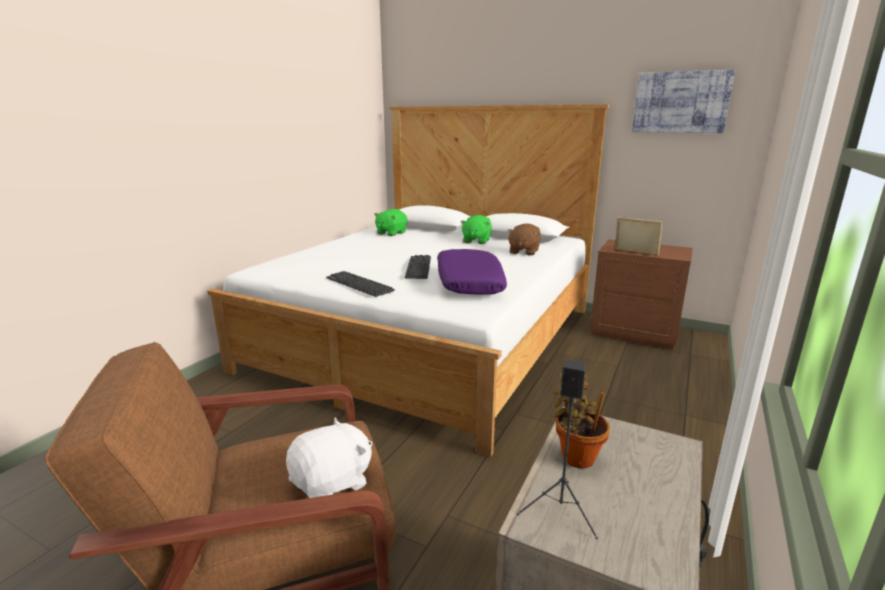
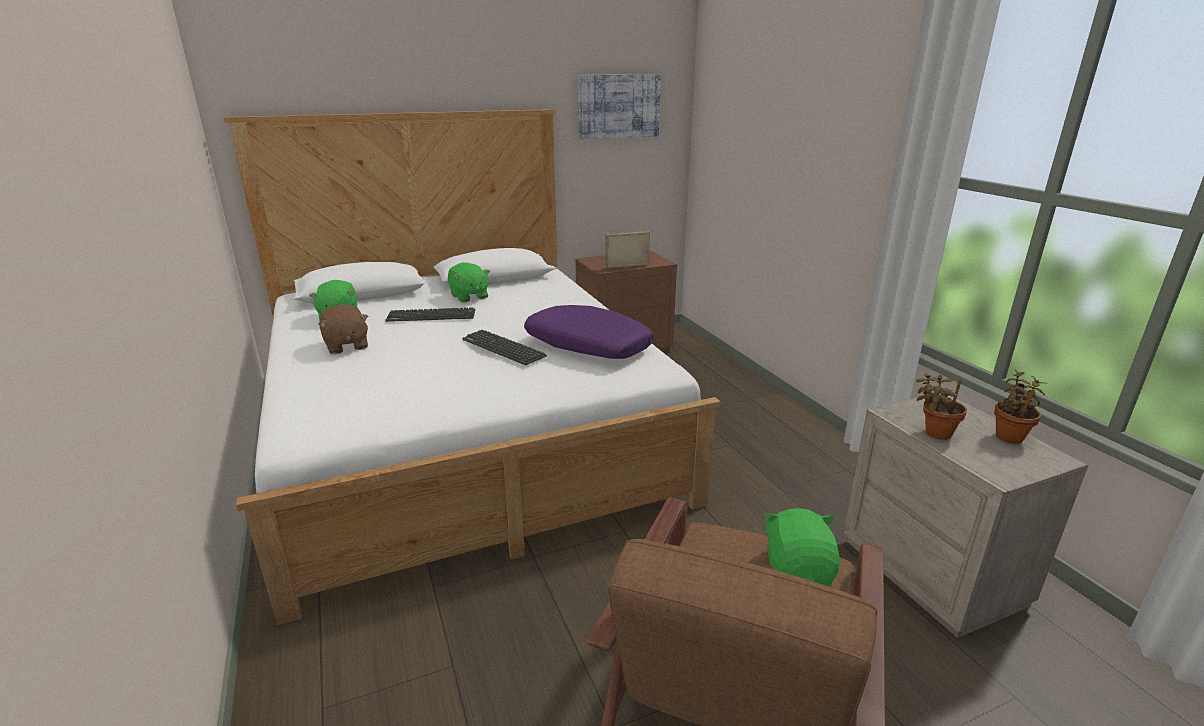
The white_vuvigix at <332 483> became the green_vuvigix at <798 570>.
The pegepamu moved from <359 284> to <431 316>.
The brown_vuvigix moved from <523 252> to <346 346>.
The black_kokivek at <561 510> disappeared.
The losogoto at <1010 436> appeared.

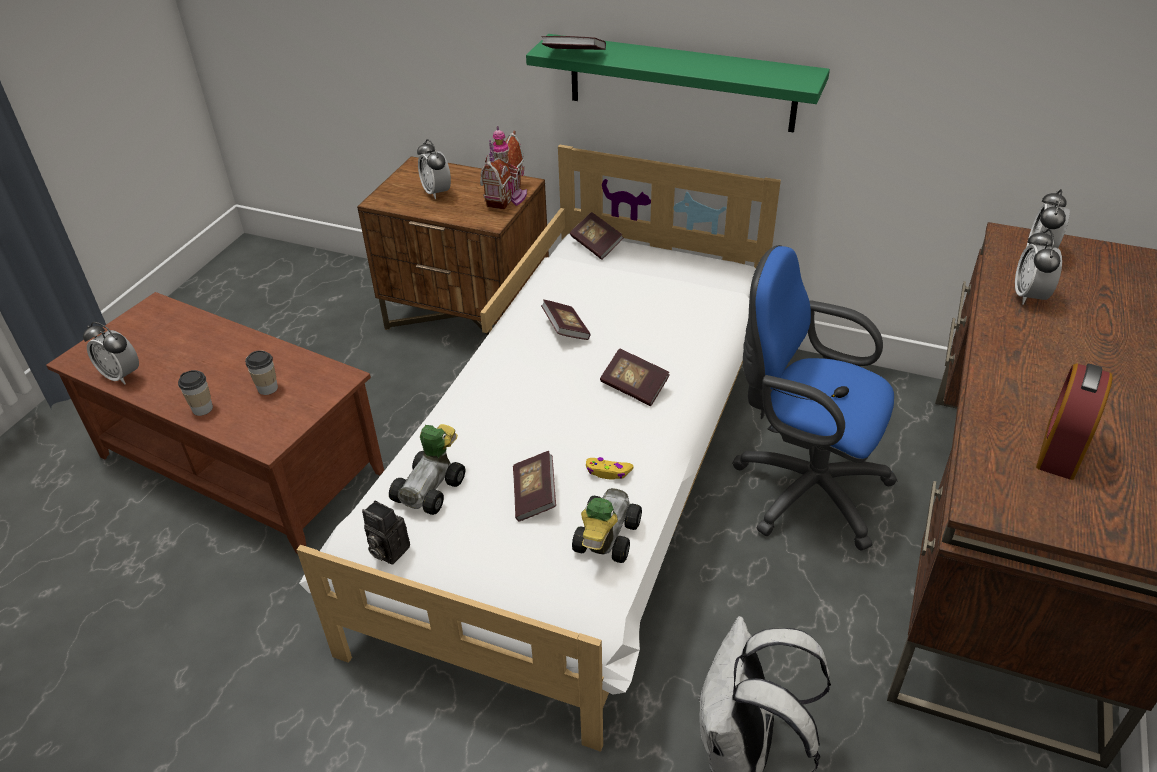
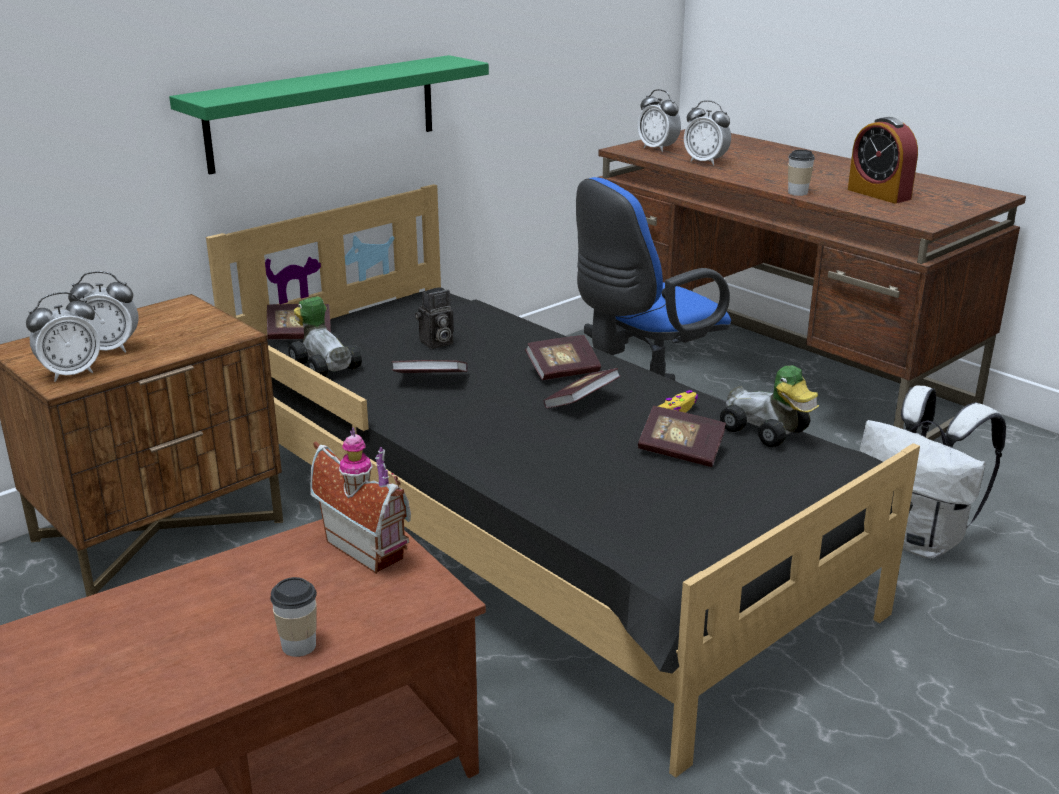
The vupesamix moved from <121 375> to <71 373>.
The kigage moved from <267 388> to <797 193>.
The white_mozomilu at <581 480> became the black_mozomilu at <532 530>.
The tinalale moved from <387 550> to <436 343>.
The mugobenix moved from <433 488> to <325 364>.
The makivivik moved from <508 197> to <369 546>.
The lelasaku moved from <574 56> to <581 402>.

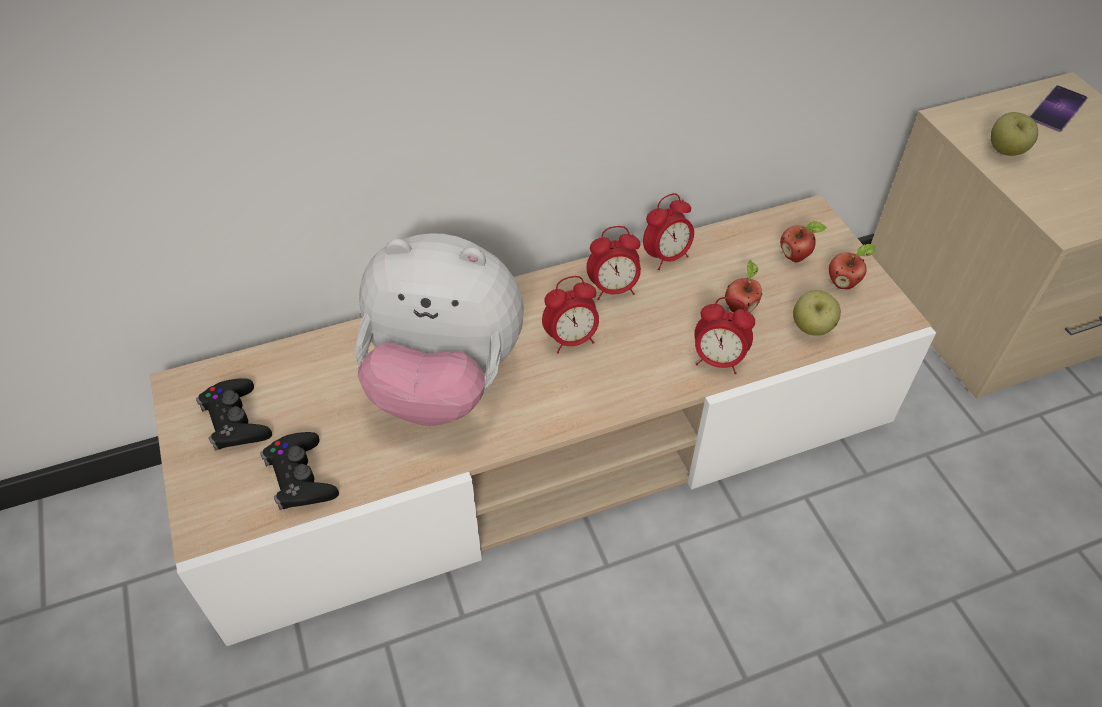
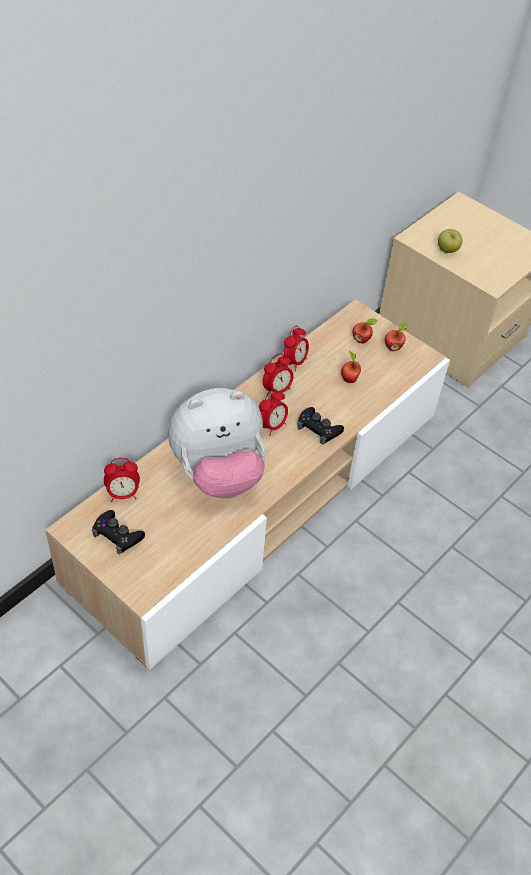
The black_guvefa moved from <301 477> to <318 429>.
The vupesamix moved from <718 360> to <123 494>.
The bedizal at <811 328> disappeared.
The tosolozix at <1058 109> disappeared.

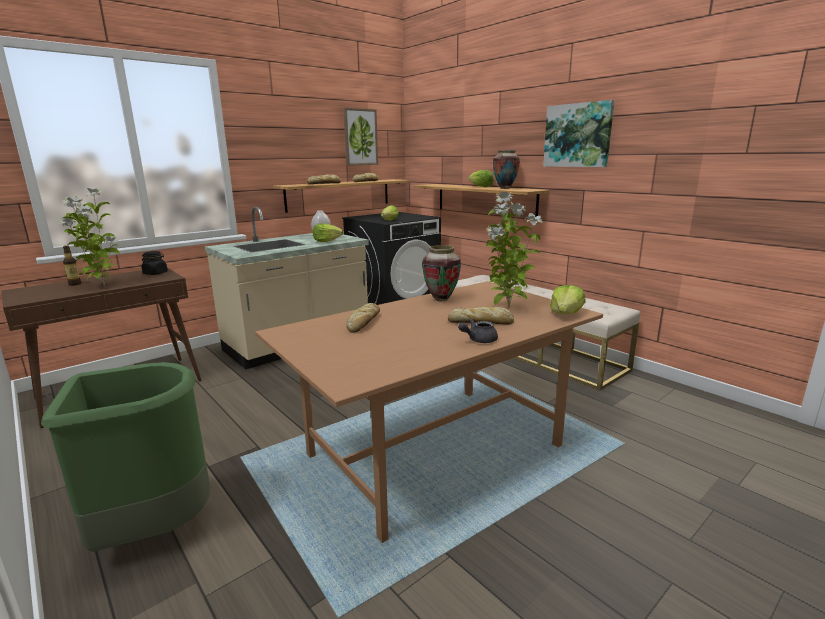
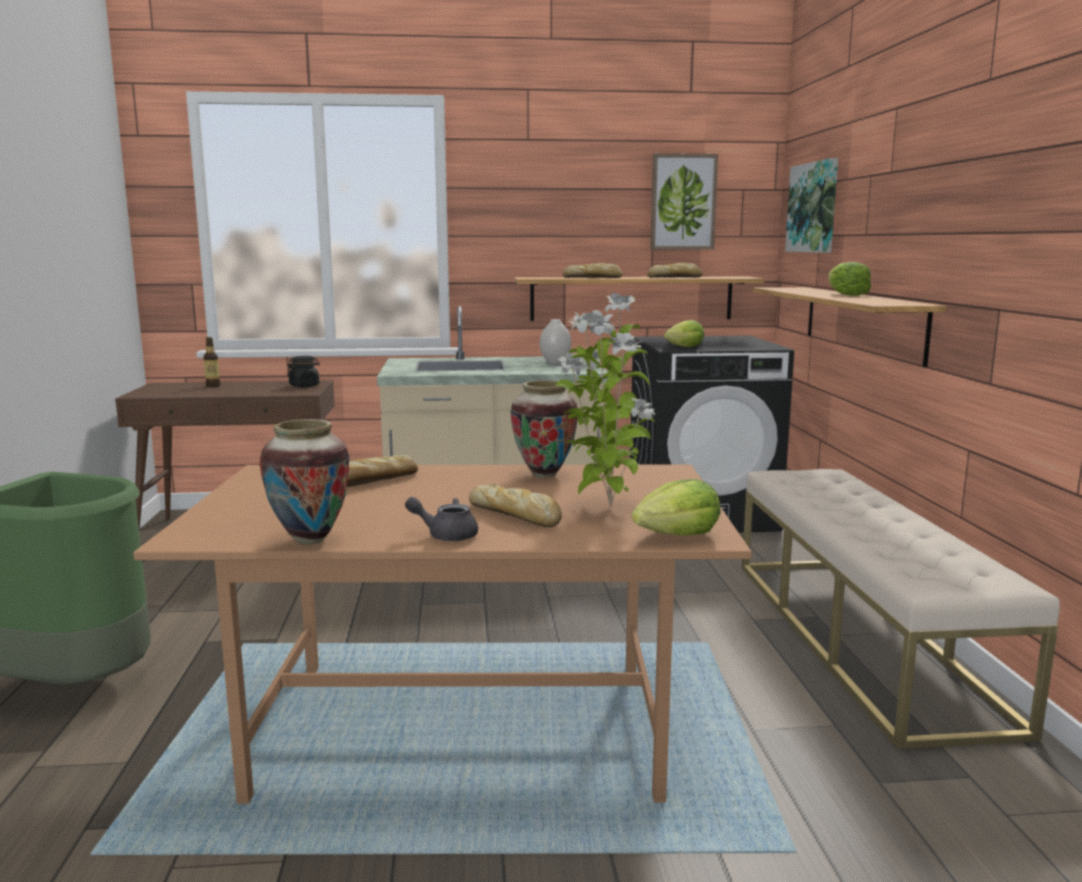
The losogoto at <102 285> disappeared.
The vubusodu at <326 241> disappeared.
The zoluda moved from <504 188> to <309 540>.
The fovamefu moved from <578 135> to <814 207>.

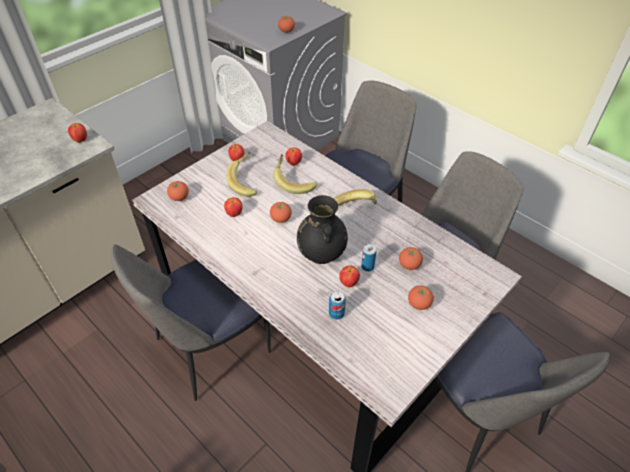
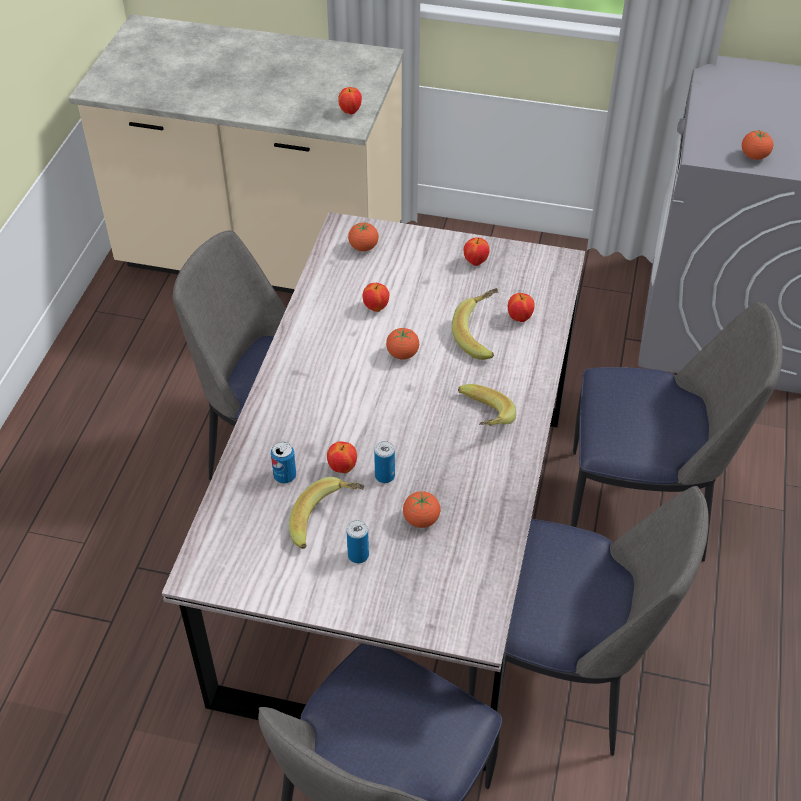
The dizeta moved from <247 182> to <327 522>.
The black_zoluda at <322 254> disappeared.
The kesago at <419 304> was replaced by the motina at <358 555>.

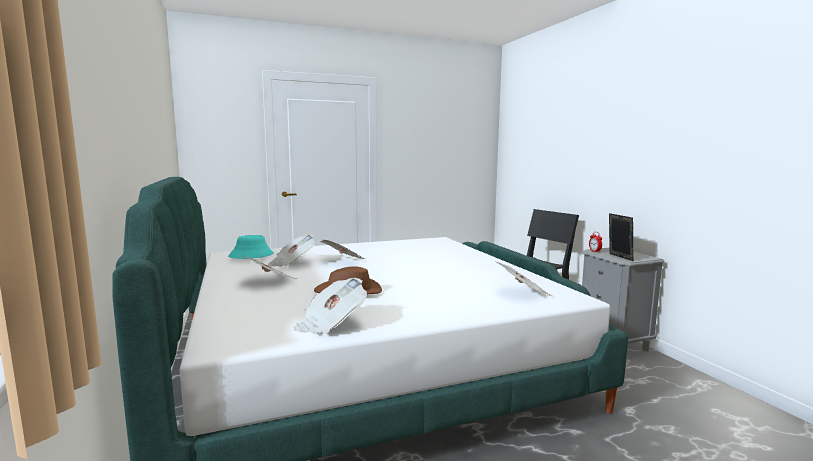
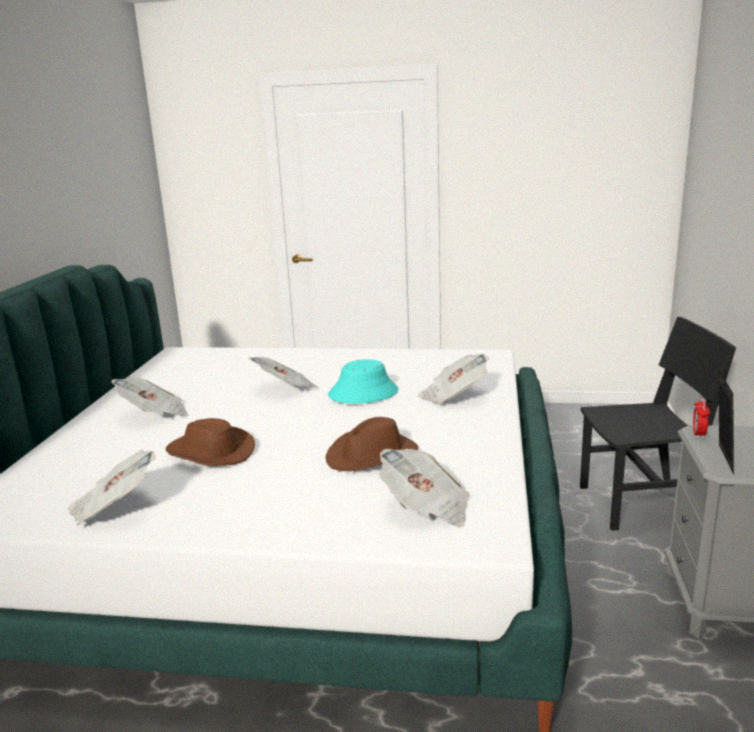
The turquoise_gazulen moved from <251 255> to <363 393>.
The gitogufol moved from <292 263> to <453 396>.
The brown_gazulen at <372 455> appeared.

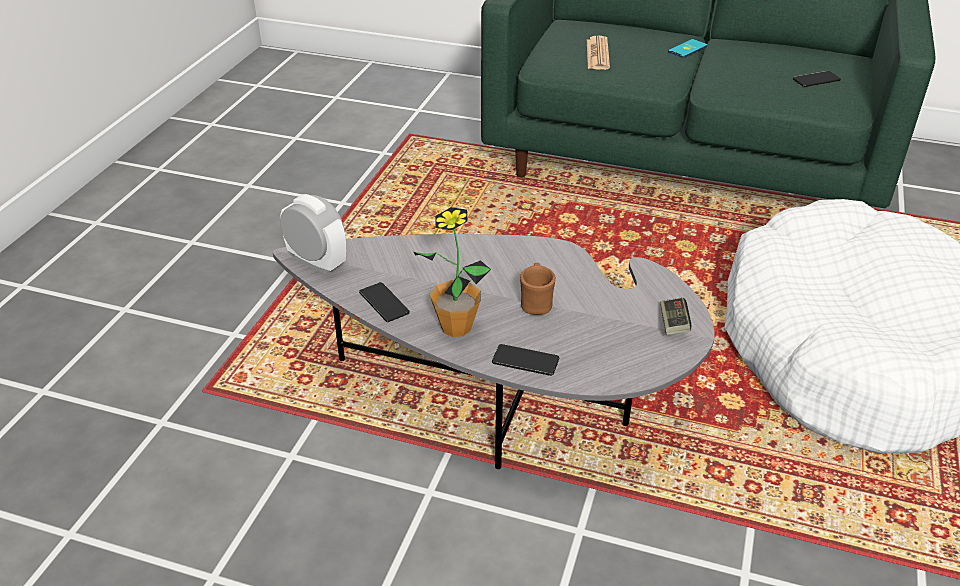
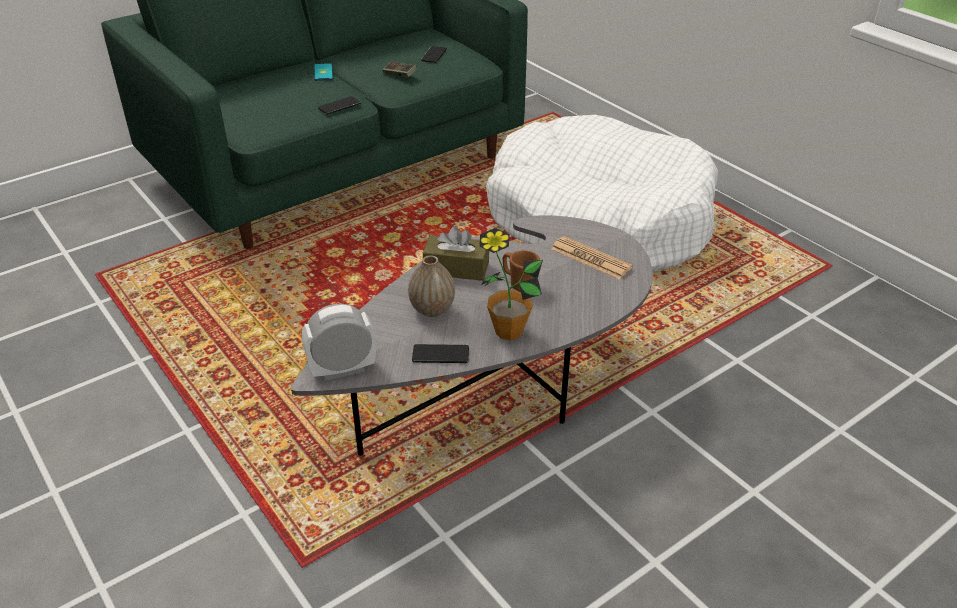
The tosolozix moved from <525 361> to <339 106>.
The gitogufol moved from <597 54> to <590 258>.
The guvefa moved from <673 324> to <399 75>.
The zoluda at <432 310> appeared.
The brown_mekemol at <456 268> appeared.

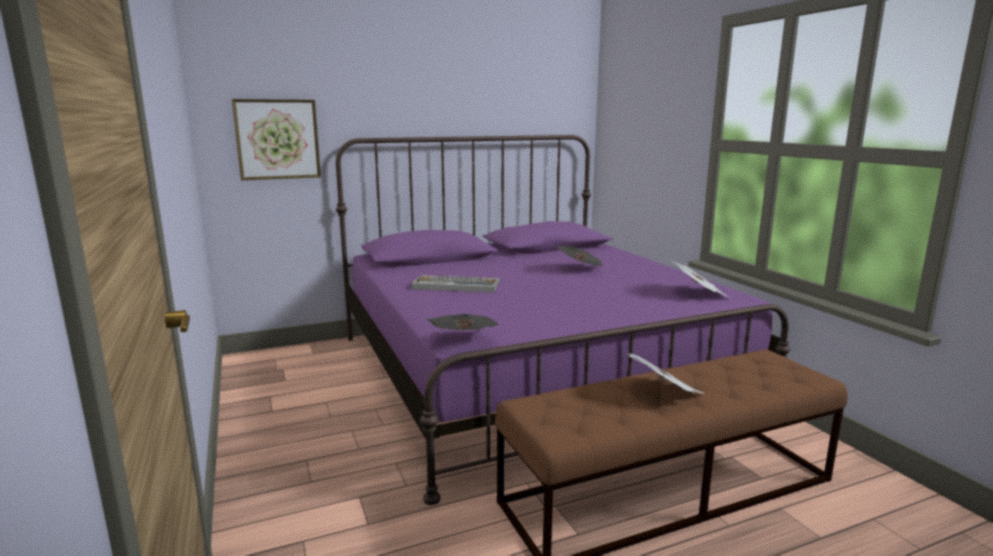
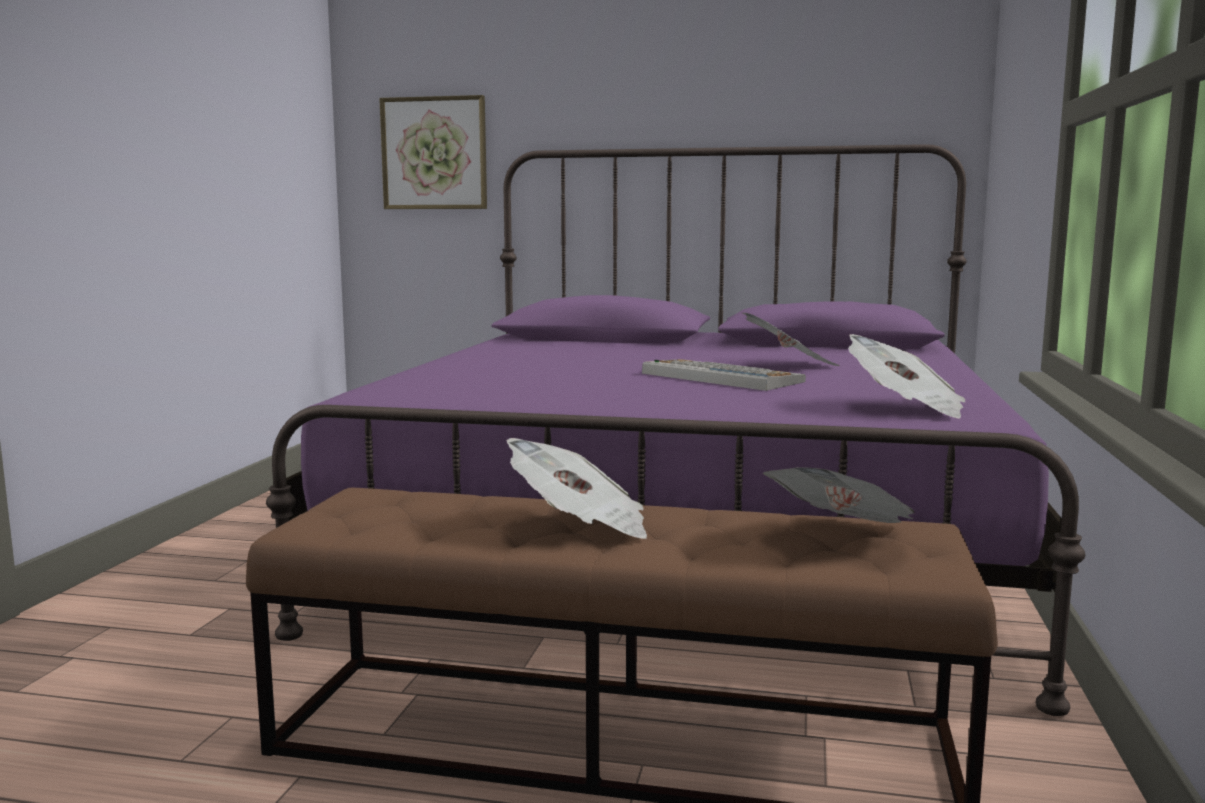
The pegepamu moved from <455 285> to <719 377>.
The gitogufol moved from <463 341> to <842 537>.

